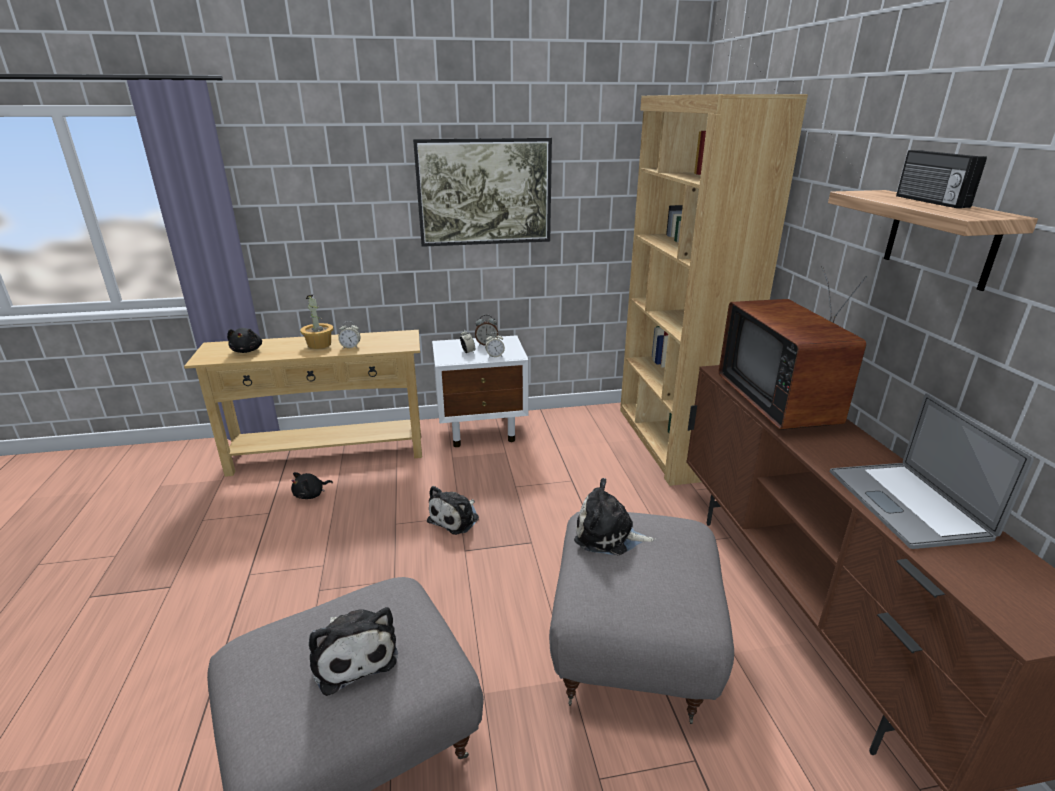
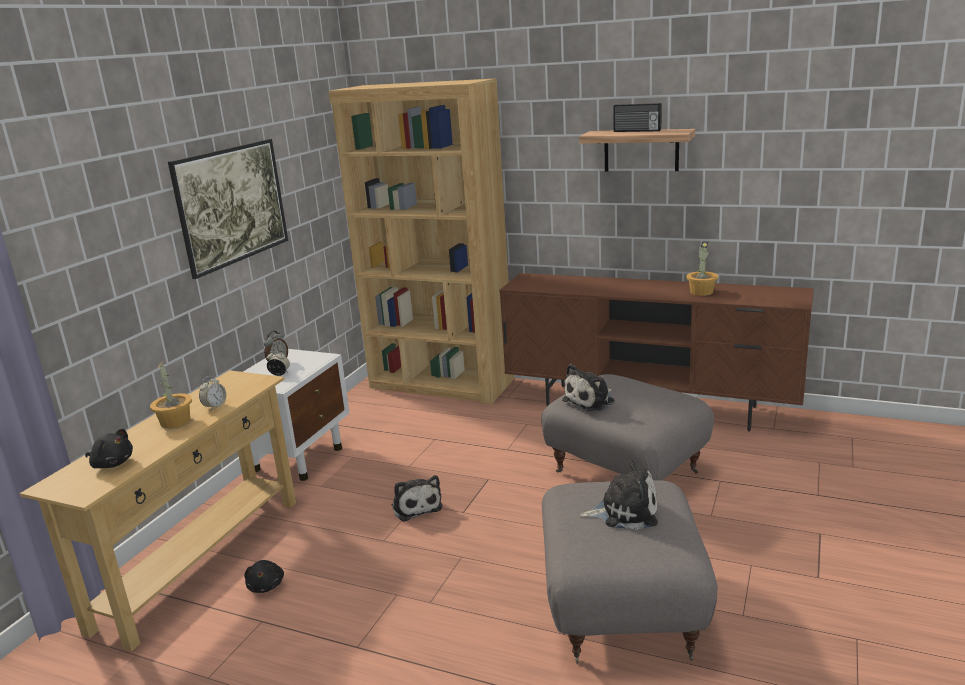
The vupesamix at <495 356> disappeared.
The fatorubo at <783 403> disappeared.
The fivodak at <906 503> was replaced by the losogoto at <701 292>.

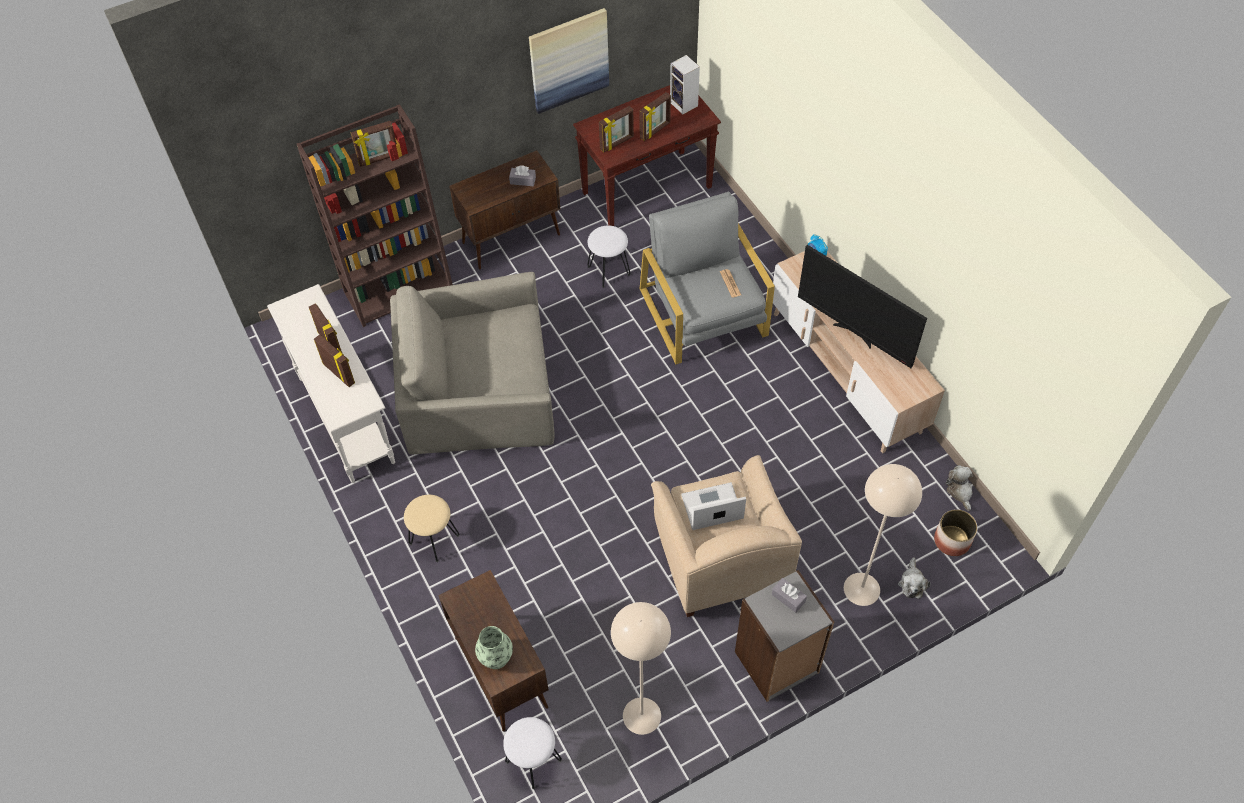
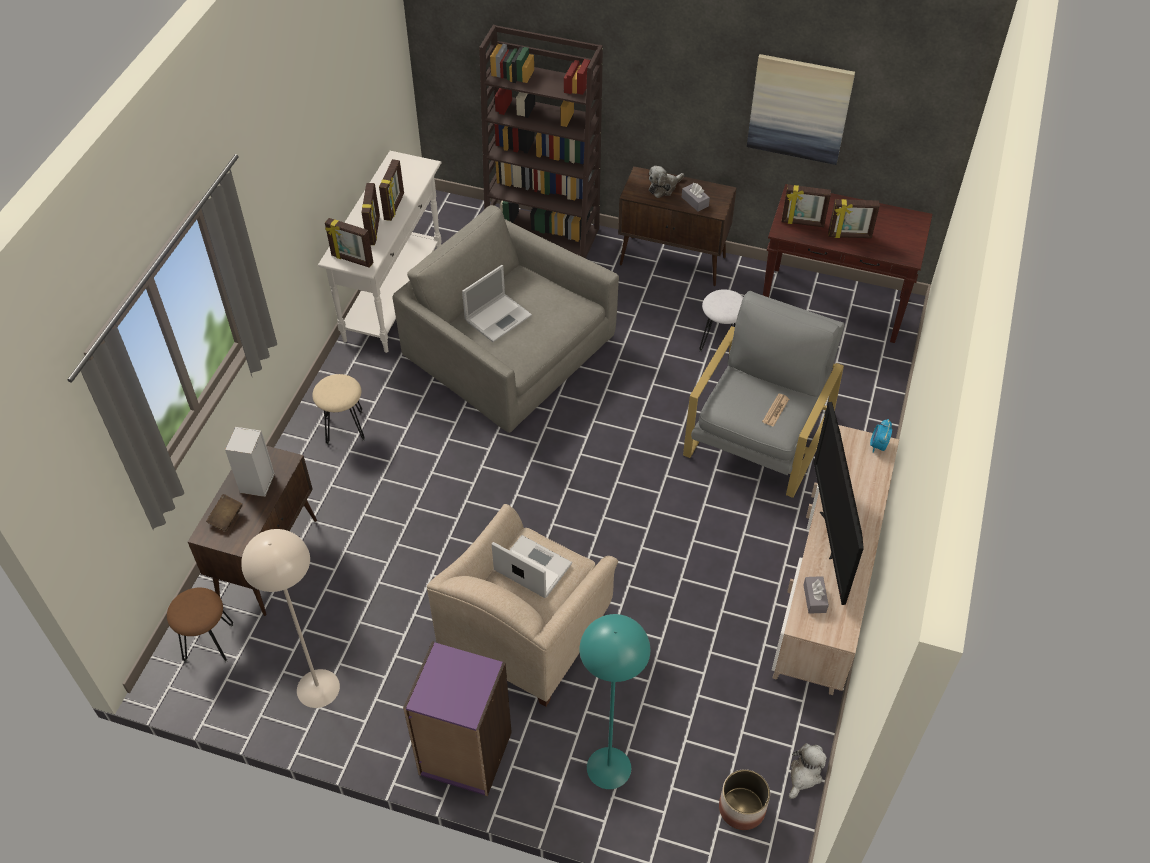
The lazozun moved from <379 159> to <352 260>.
The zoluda at <496 657> was replaced by the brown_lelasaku at <226 518>.
The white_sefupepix at <533 761> became the brown_sefupepix at <208 642>.
The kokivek moved from <685 104> to <257 484>.
The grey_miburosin at <777 663> became the purple_miburosin at <465 754>.
The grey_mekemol moved from <788 598> to <814 598>.
The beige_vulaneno at <861 589> became the turquoise_vulaneno at <608 768>.
The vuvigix moved from <912 583> to <664 187>.
The fivodak at <499 317> appeared.

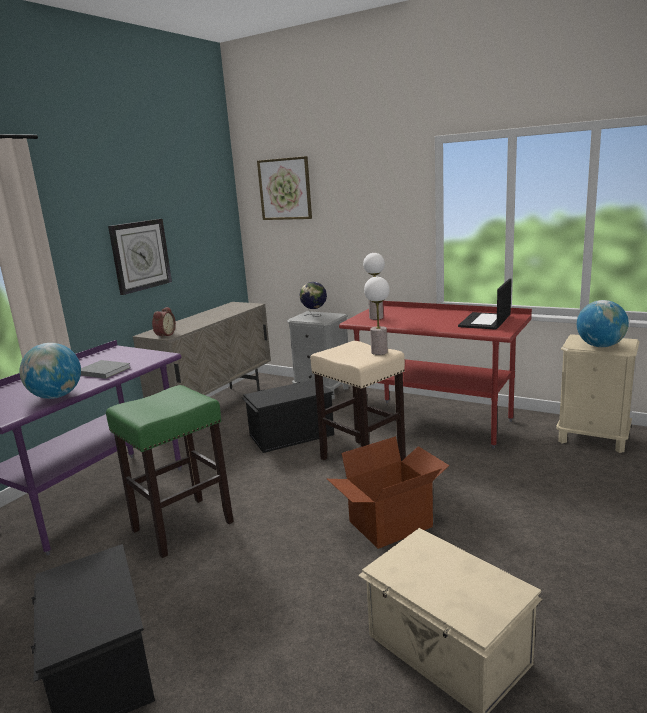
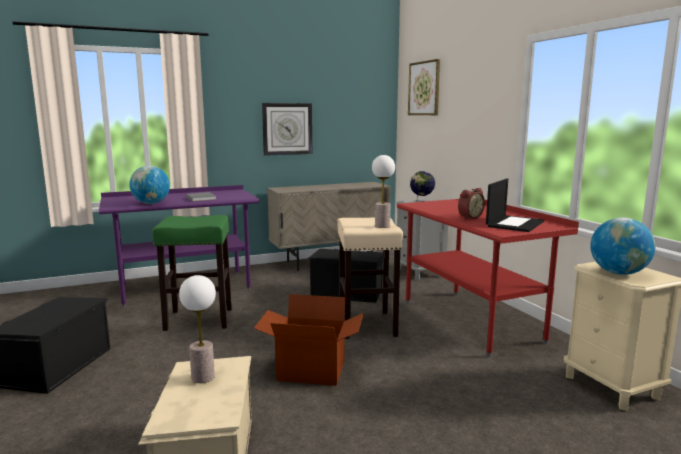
The vupesamix moved from <164 335> to <469 217>.
The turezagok moved from <376 318> to <203 377>.
The fivodak at <485 321> turned 150 degrees clockwise.

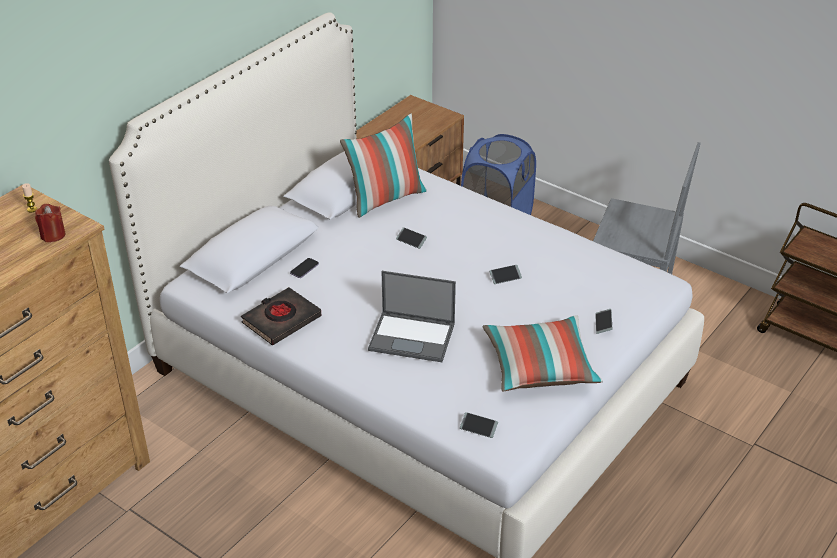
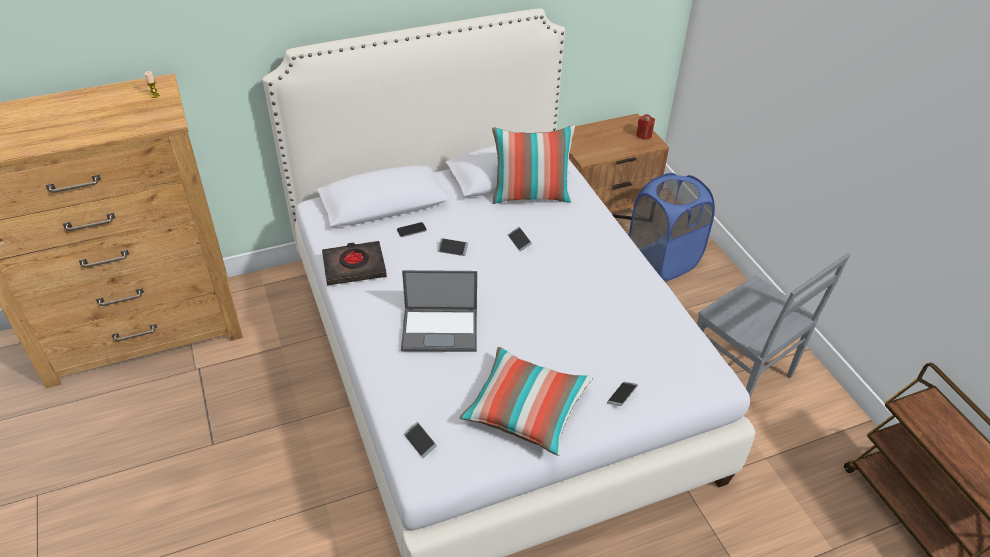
The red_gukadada moved from <53 235> to <644 135>.
The fivodak at <413 337> turned 45 degrees counterclockwise.
The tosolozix moved from <505 277> to <453 249>.

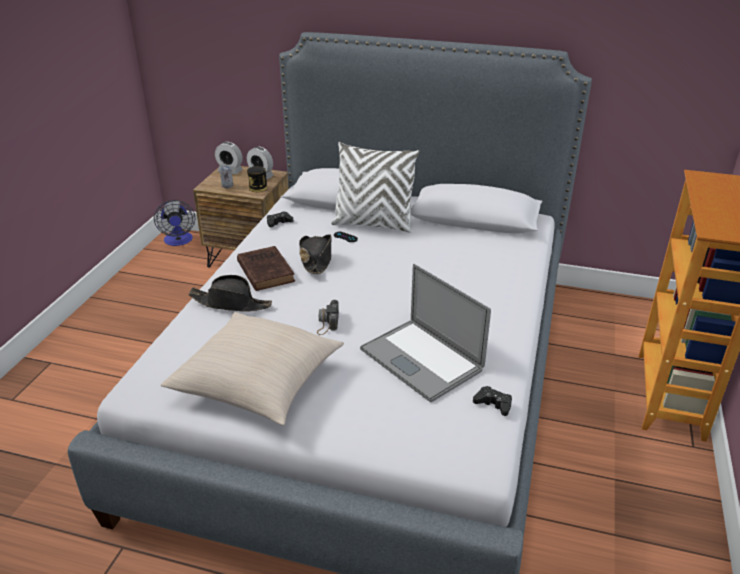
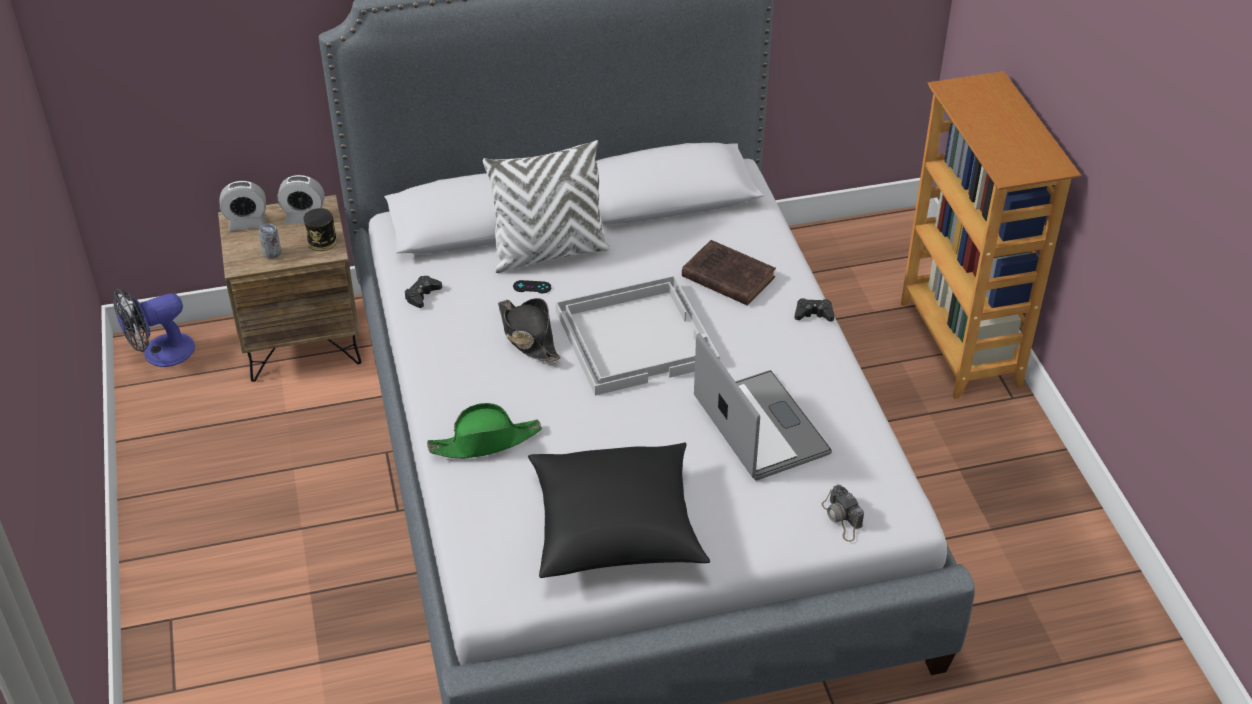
The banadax at <178 241> turned 105 degrees clockwise.
The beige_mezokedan at <258 382> became the black_mezokedan at <615 528>.
The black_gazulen at <231 303> became the green_gazulen at <485 442>.
The brown_lelasaku moved from <265 271> to <726 276>.
The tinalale moved from <328 322> to <842 518>.
The fivodak at <421 359> turned 135 degrees counterclockwise.
The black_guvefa moved from <493 404> to <813 314>.
The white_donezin at <636 336> appeared.

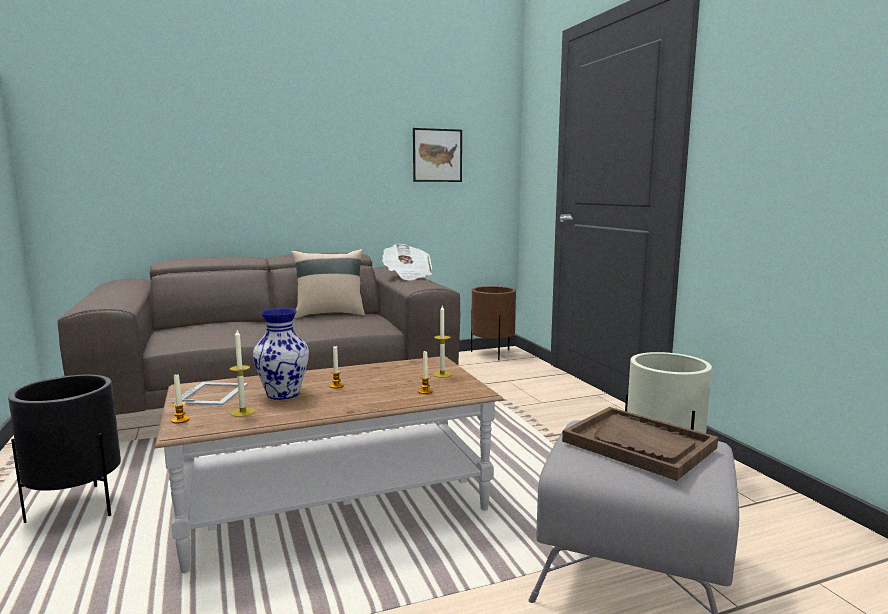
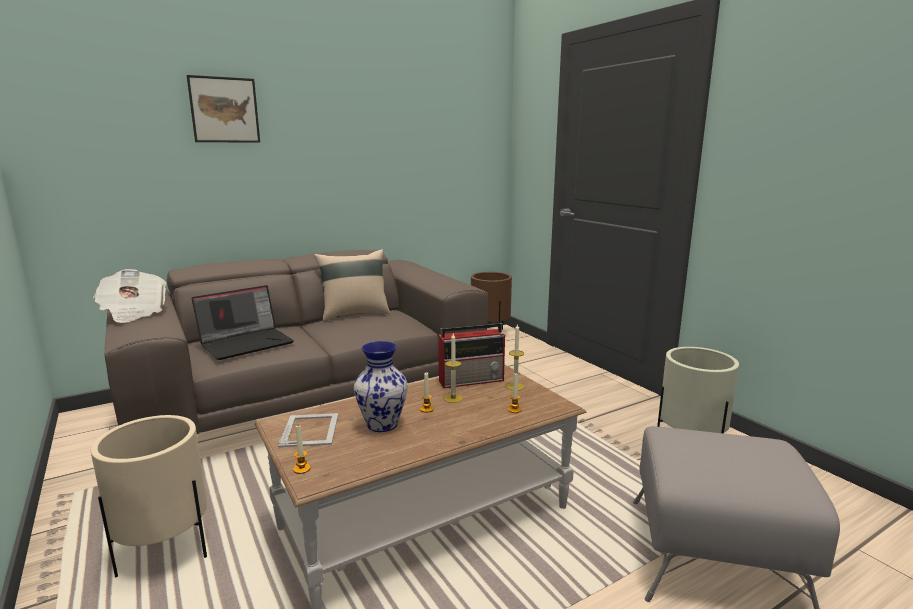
The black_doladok at <78 508> became the beige_doladok at <166 551>.
The gukadada moved from <242 412> to <453 398>.
The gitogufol moved from <407 276> to <133 313>.
The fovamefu moved from <437 155> to <224 110>.
The brown_donezin at <639 445> disappeared.
The fivodak at <247 343> appeared.
The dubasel at <472 380> appeared.

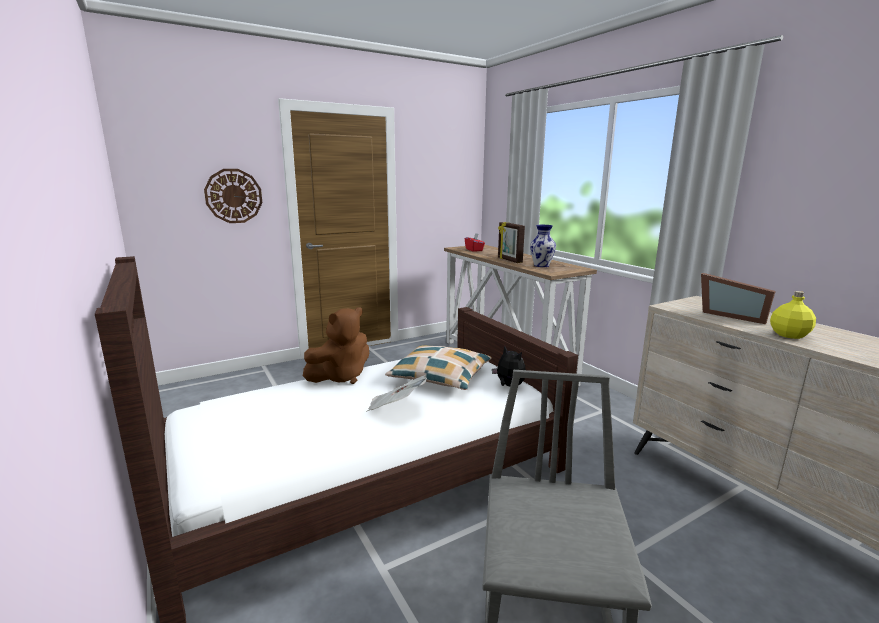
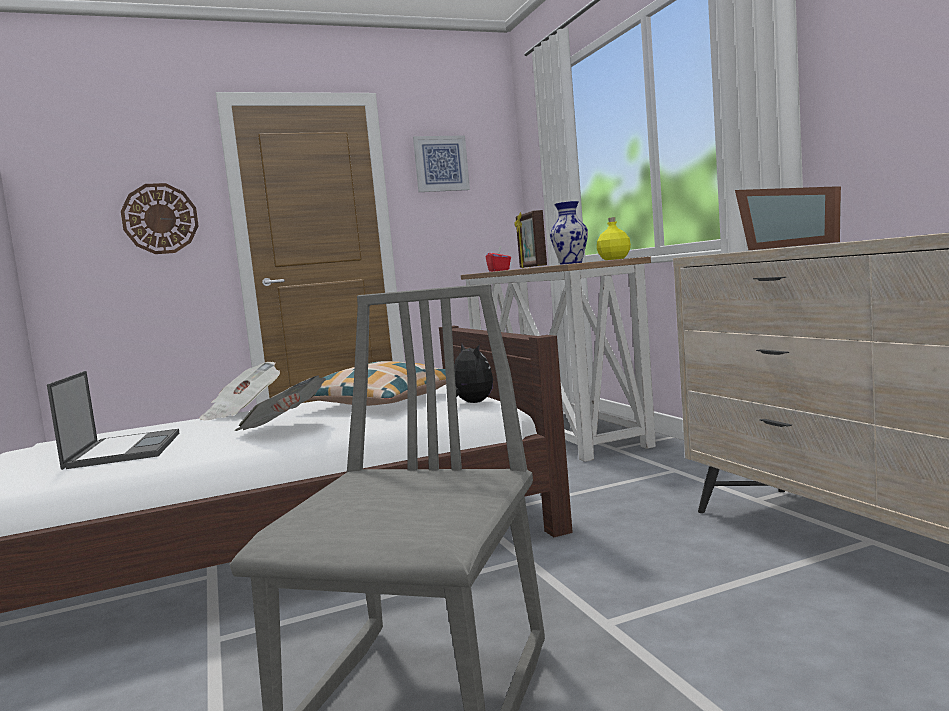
The brown_vuvigix at <341 377> was replaced by the gitogufol at <242 412>.
The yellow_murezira moved from <789 335> to <614 259>.
The fivodak at <124 450> appeared.
The fovamefu at <441 164> appeared.

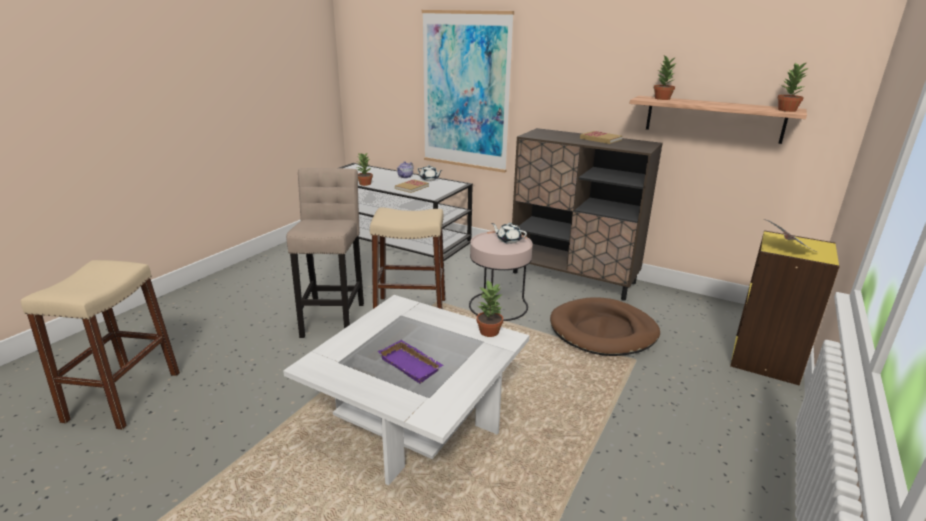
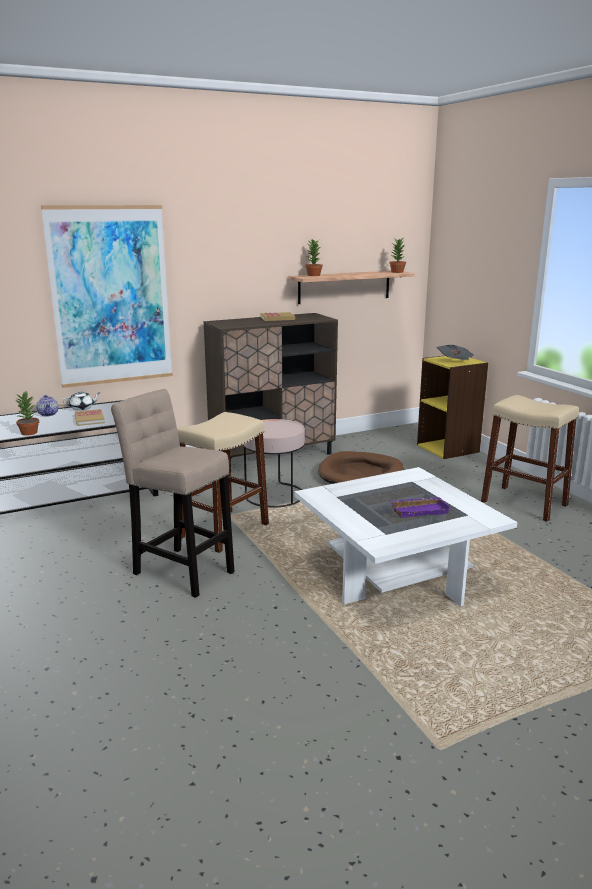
The beige_sefupepix moved from <124 396> to <524 503>.
The losogoto at <489 331> disappeared.
The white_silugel at <508 240> disappeared.

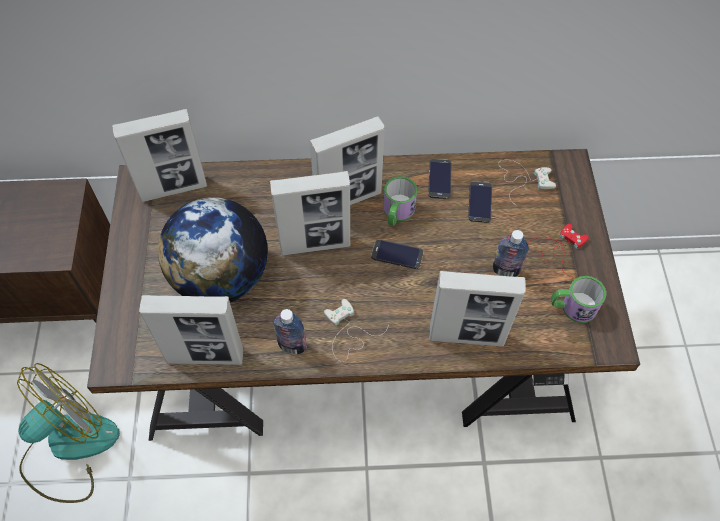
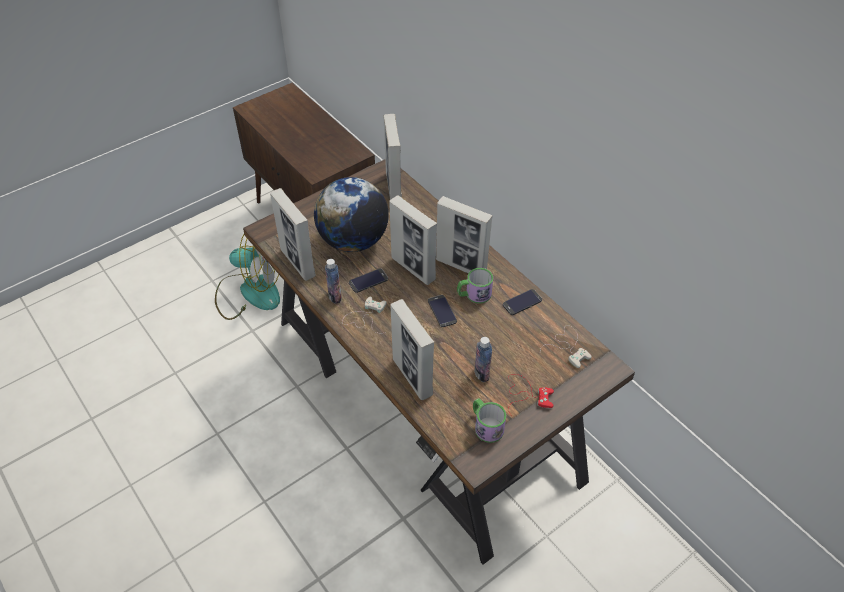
The lazozun at <173 189> turned 45 degrees clockwise.
The tosolozix moved from <480 202> to <368 281>.

